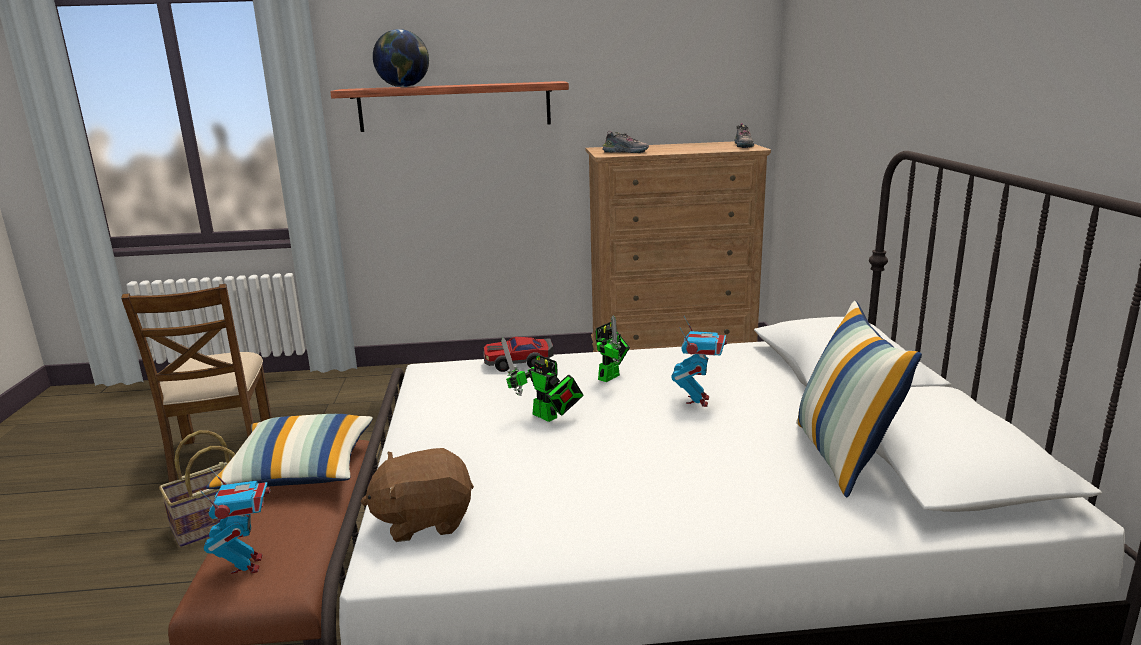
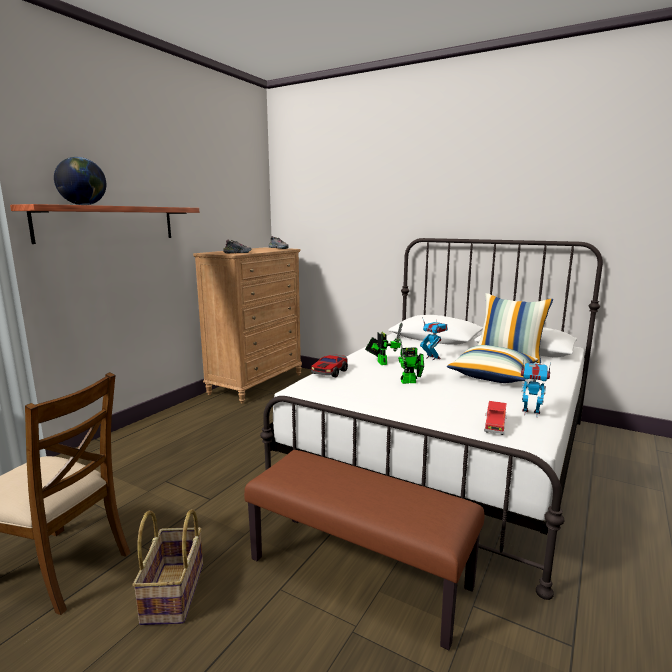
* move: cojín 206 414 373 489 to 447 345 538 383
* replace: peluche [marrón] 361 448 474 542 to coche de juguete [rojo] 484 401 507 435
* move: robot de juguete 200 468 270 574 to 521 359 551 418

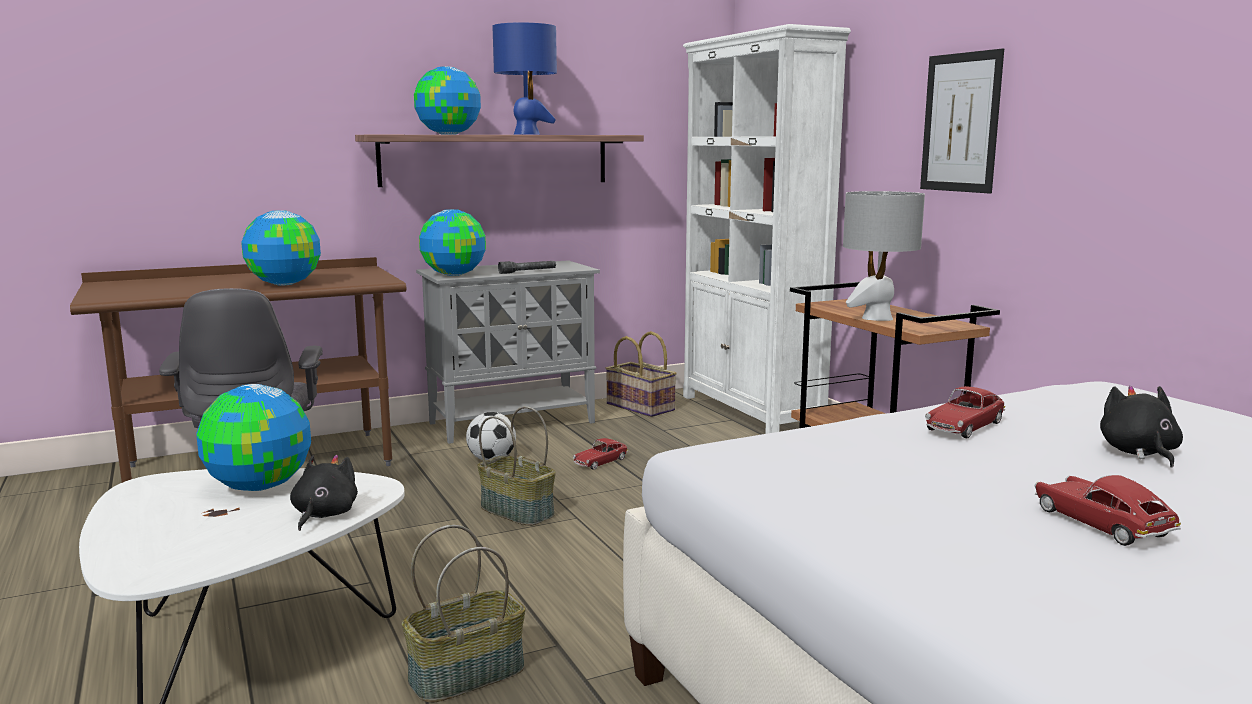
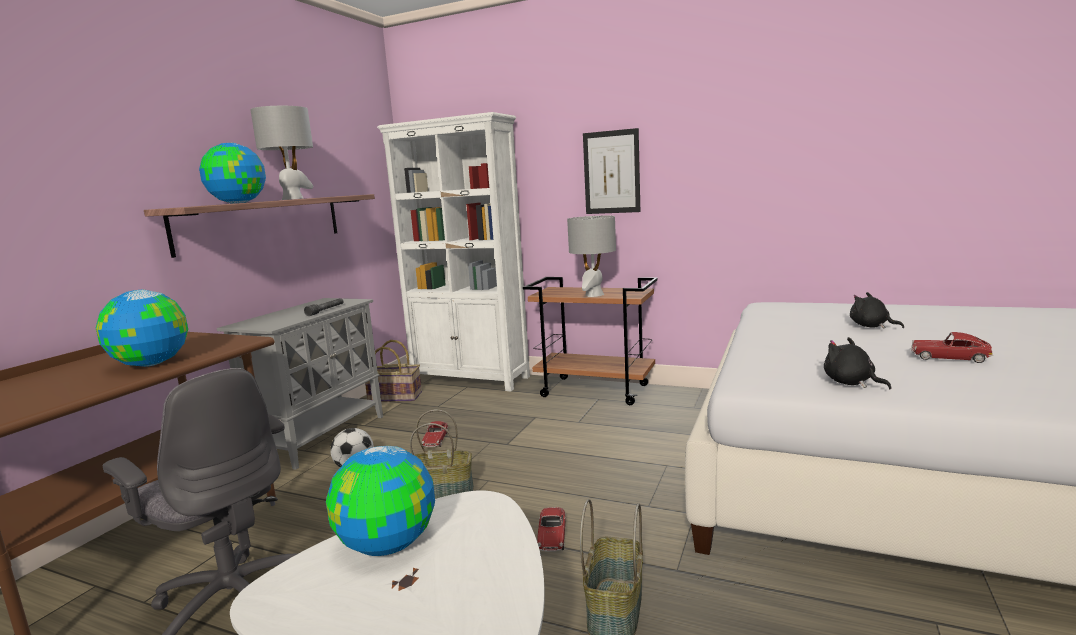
* recolor: lámpara de mesa [azul] 492 23 557 135 to lámpara de mesa [gris] 250 106 313 200
* delete: globo terráqueo 419 209 486 276
* move: coche de juguete 925 386 1005 438 to 537 507 566 552
* move: peluche [negro] 290 455 358 531 to 824 337 892 389

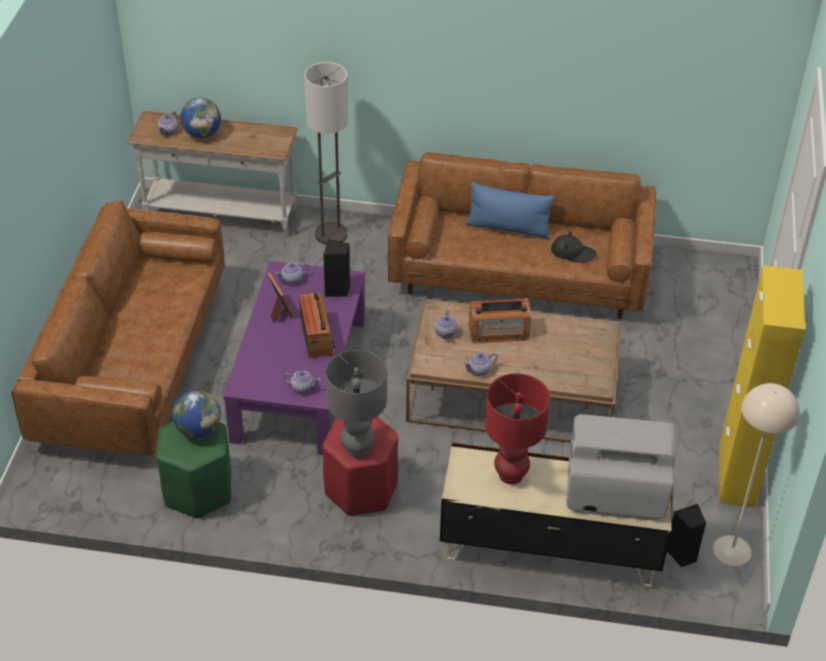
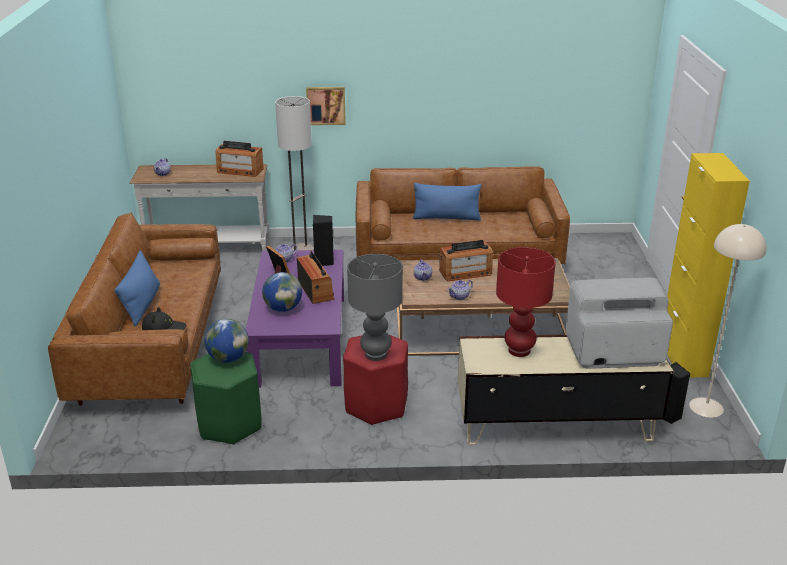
* move: globo terráqueo 180 98 221 138 to 262 272 302 312
* move: sombrero [negro] 551 231 597 263 to 142 307 187 330
* delete: tetera 283 370 321 394
* insert: cuadro 306 87 346 125
* insert: radio 215 141 264 177
* insert: cojín [azul] 114 250 160 326

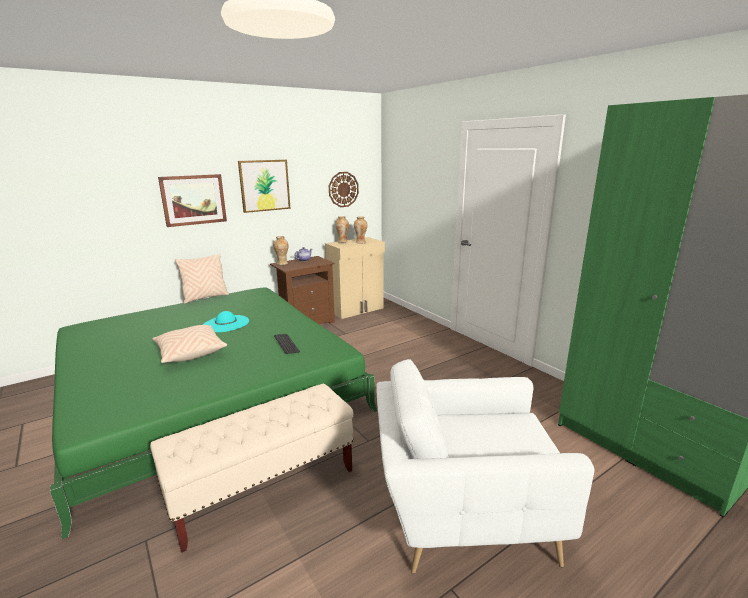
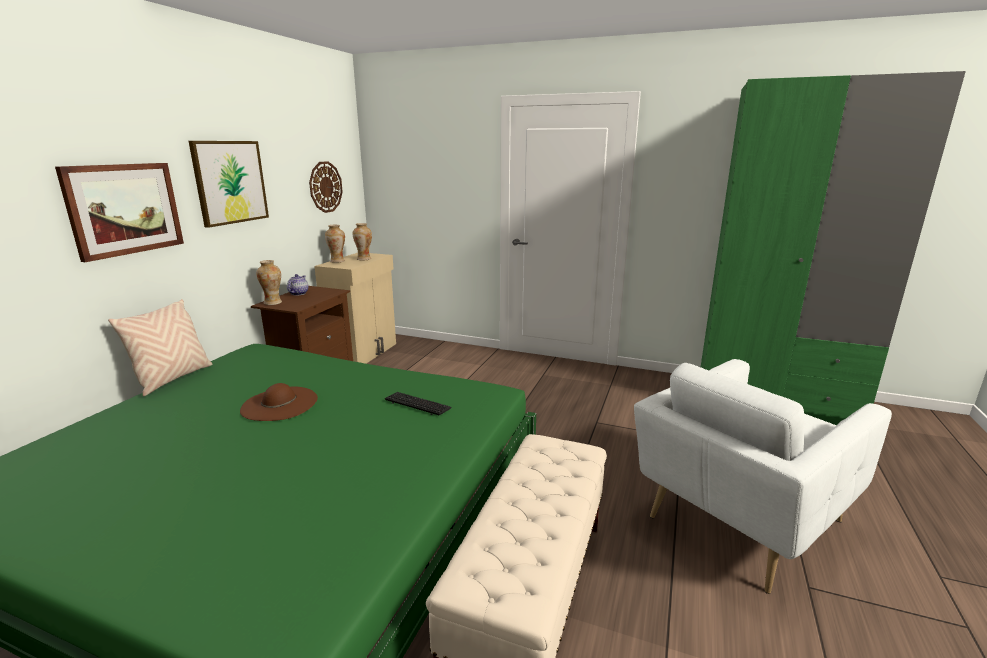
* recolor: sombrero [turquesa] 203 311 249 332 to sombrero [marrón] 240 383 318 421
* delete: cojín [beis] 152 325 227 363

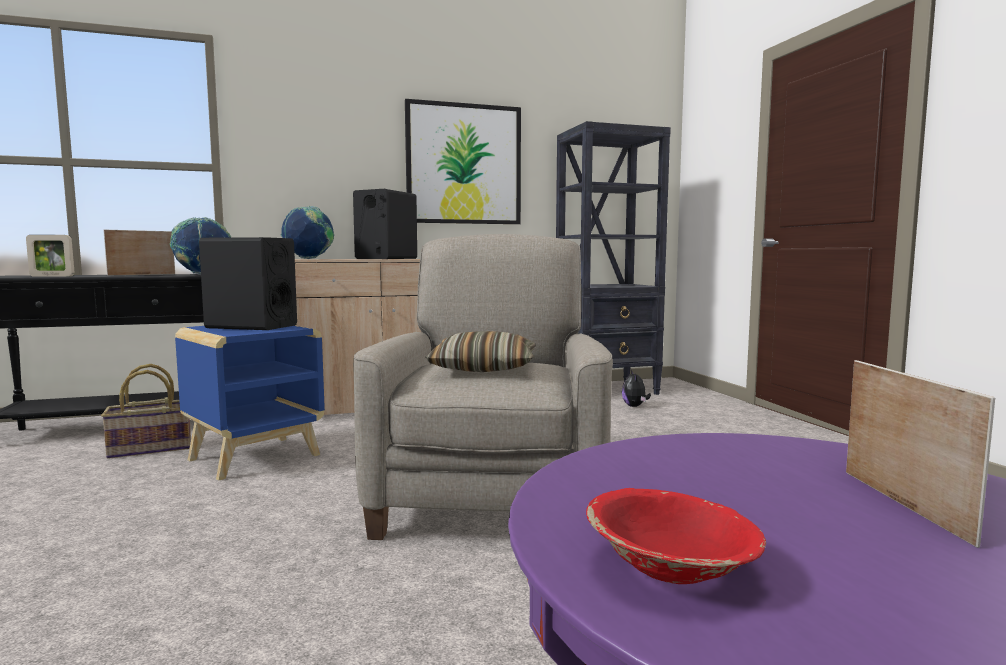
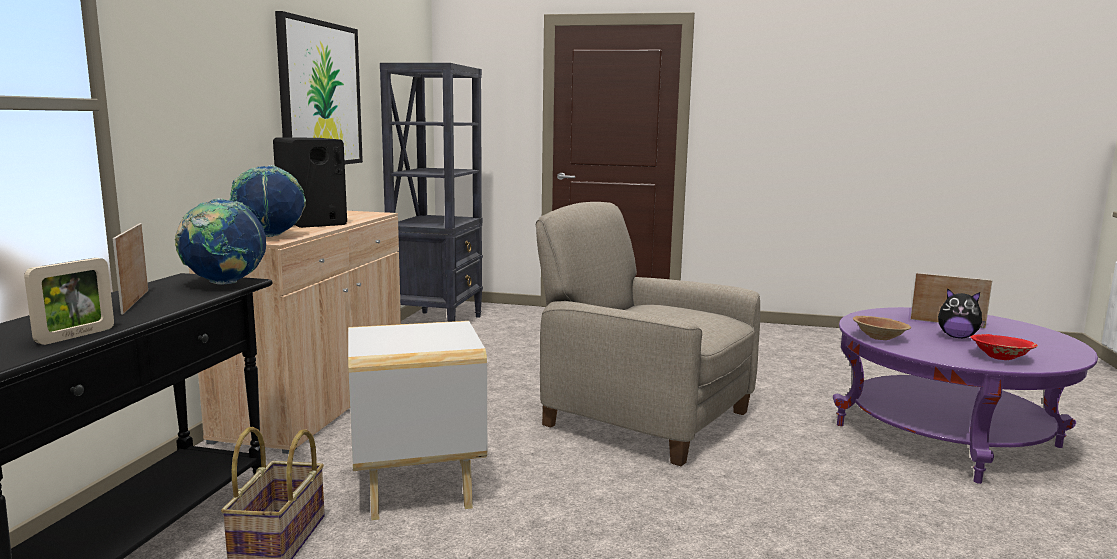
* delete: altavoz [negro] 199 237 297 330
* recolor: mesa auxiliar [azul] 175 326 325 481 to mesa auxiliar [blanco] 348 321 487 520
* delete: cojín 426 331 536 372
* move: peluche 622 370 651 407 to 938 288 986 338
* insert: cuenco [marrón] 853 316 911 340

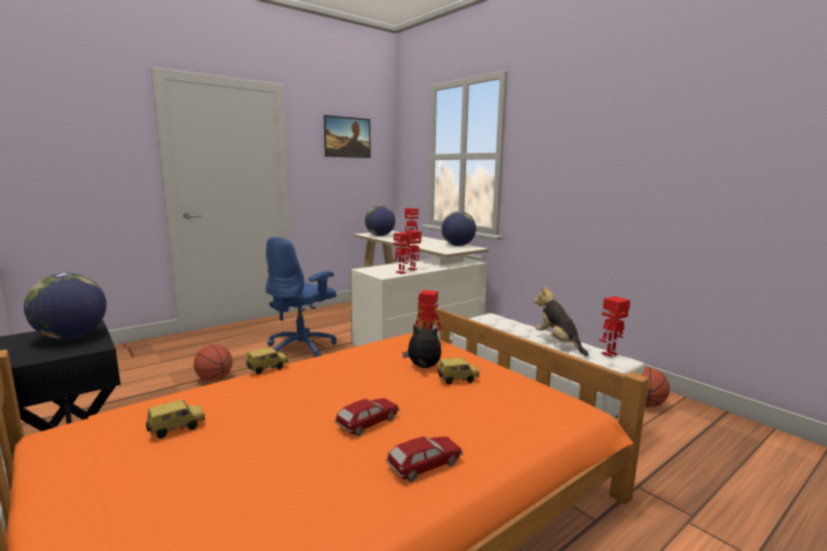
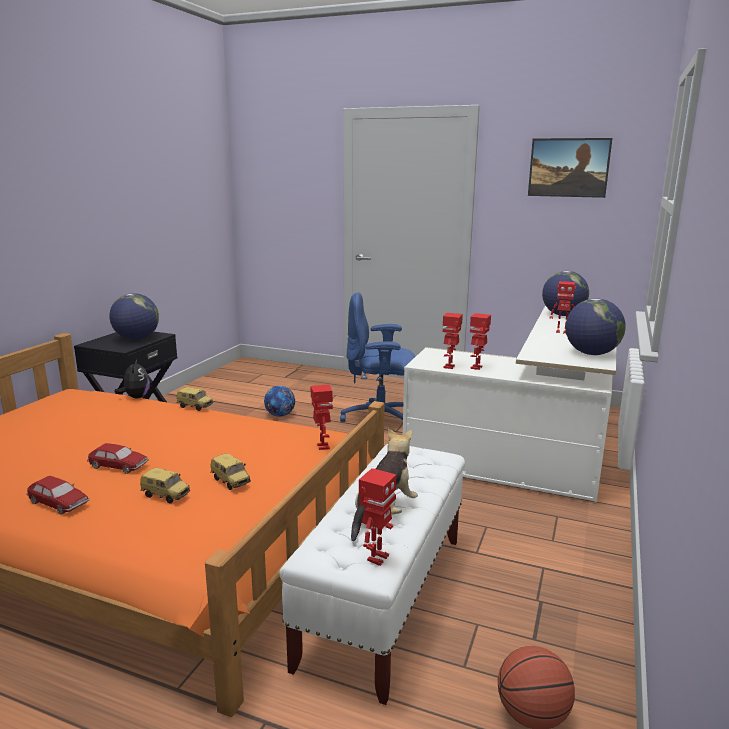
* rotate: robot de juguete 599 296 630 357 = 359 468 396 566 90 degrees clockwise
* move: peluche 402 324 441 368 to 115 359 150 398
* replace: balón de baloncesto 194 345 233 381 to balón de fútbol 264 386 295 417
* move: coche de juguete 146 399 205 439 to 140 468 190 504

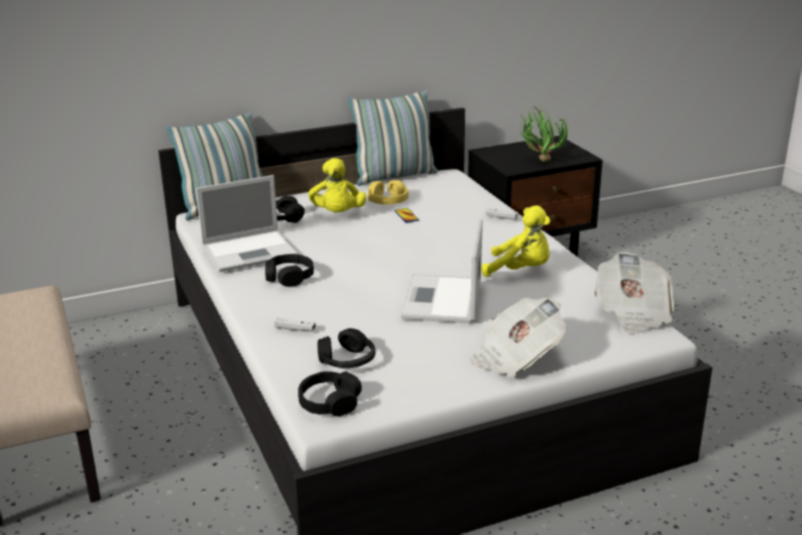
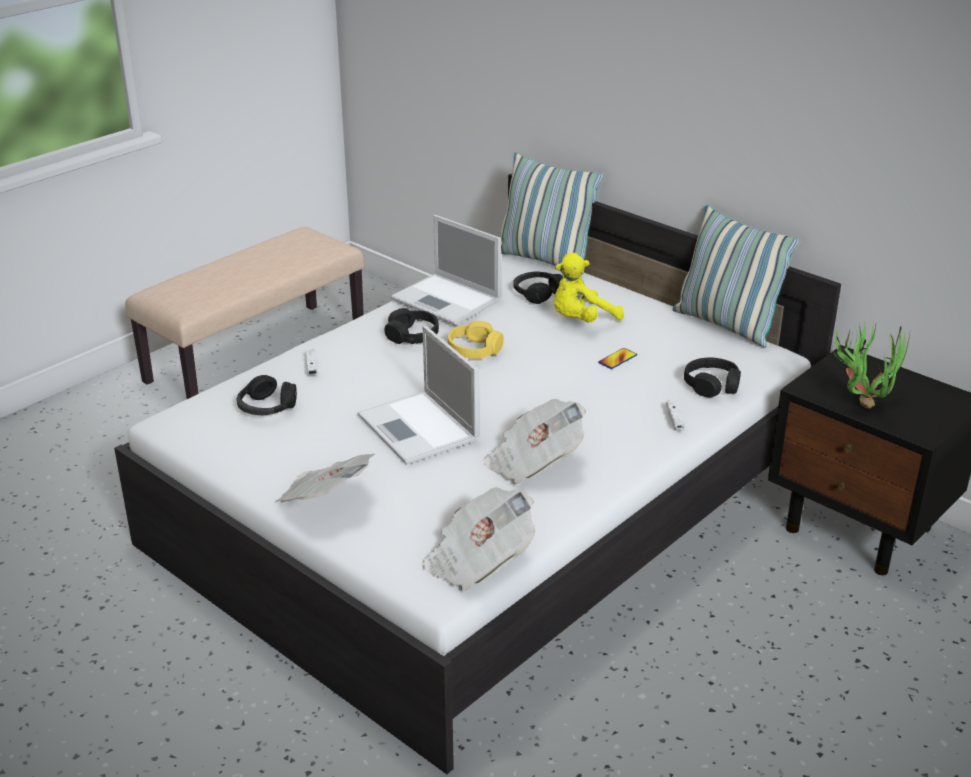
* move: auriculares [amarillo] 368 180 409 205 to 448 321 504 359
* replace: peluche [amarillo] 482 206 551 277 to periódico 483 399 586 484
* rotate: portátil 401 219 483 323 = 358 326 479 464 105 degrees counterclockwise
* move: auriculares [negro] 298 371 362 416 to 684 358 741 397

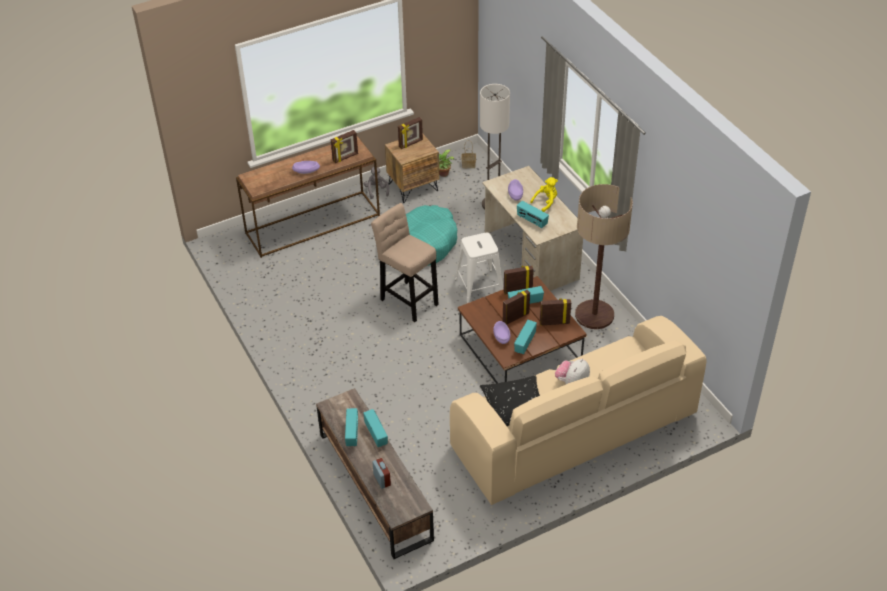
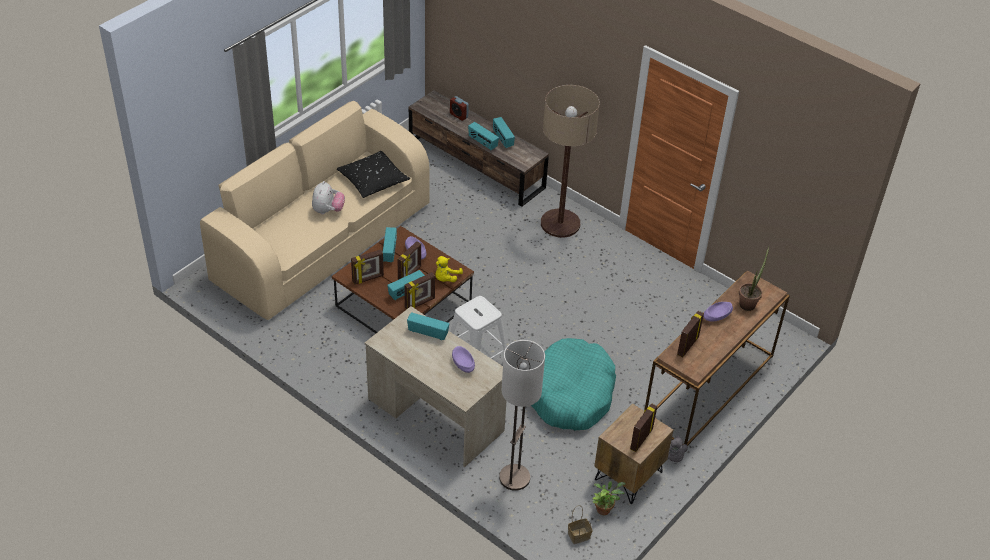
* move: peluche [amarillo] 530 177 558 212 to 435 256 463 282
* move: lámpara de pie 575 184 633 329 to 541 85 600 238
* delete: taburete [beis] 371 203 439 322
* insert: planta en maceta 739 247 769 311

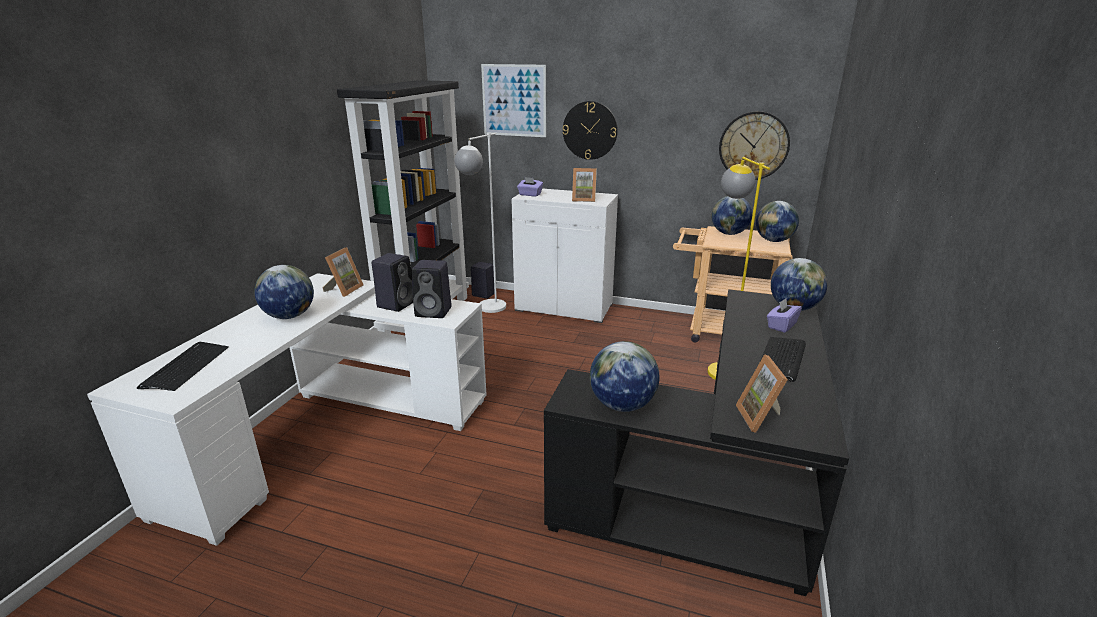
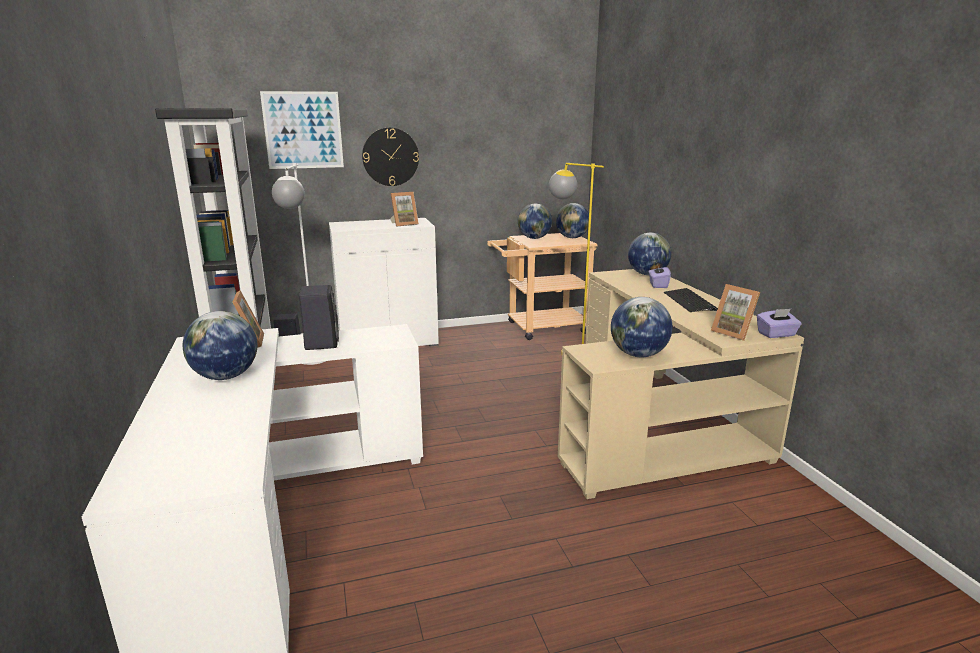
* delete: reloj de pared 719 111 790 180
* move: caja de pañuelos [morado] 517 177 543 197 to 757 309 802 338
* delete: altavoz [negro] 411 260 452 318
* recolor: escritorio [negro] 544 289 849 596 to escritorio [beis] 558 269 804 499
* delete: teclado 137 342 229 391

